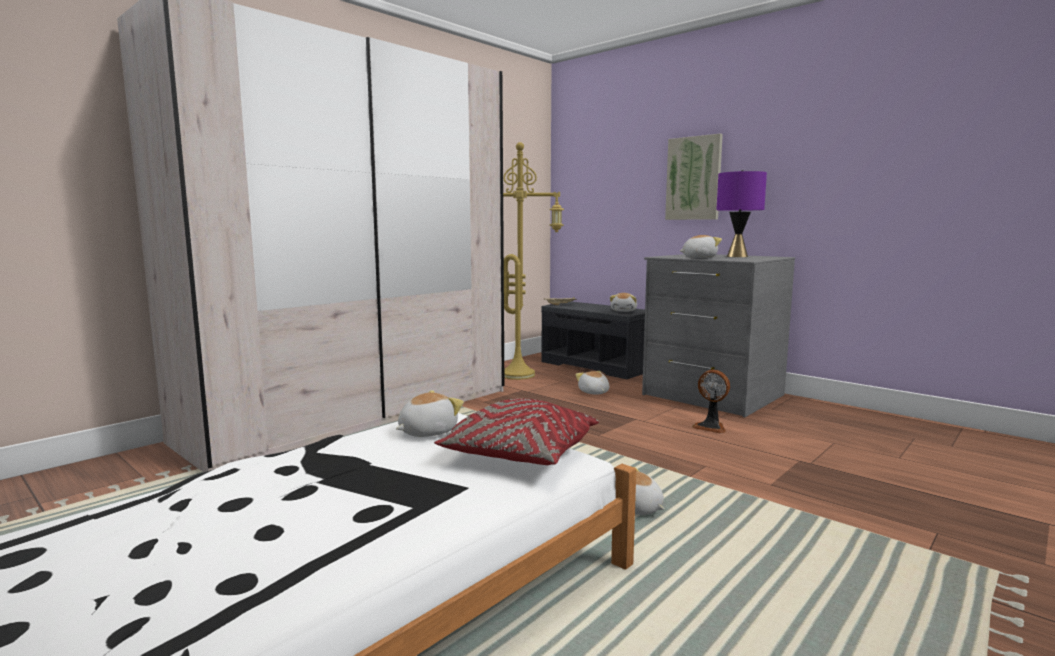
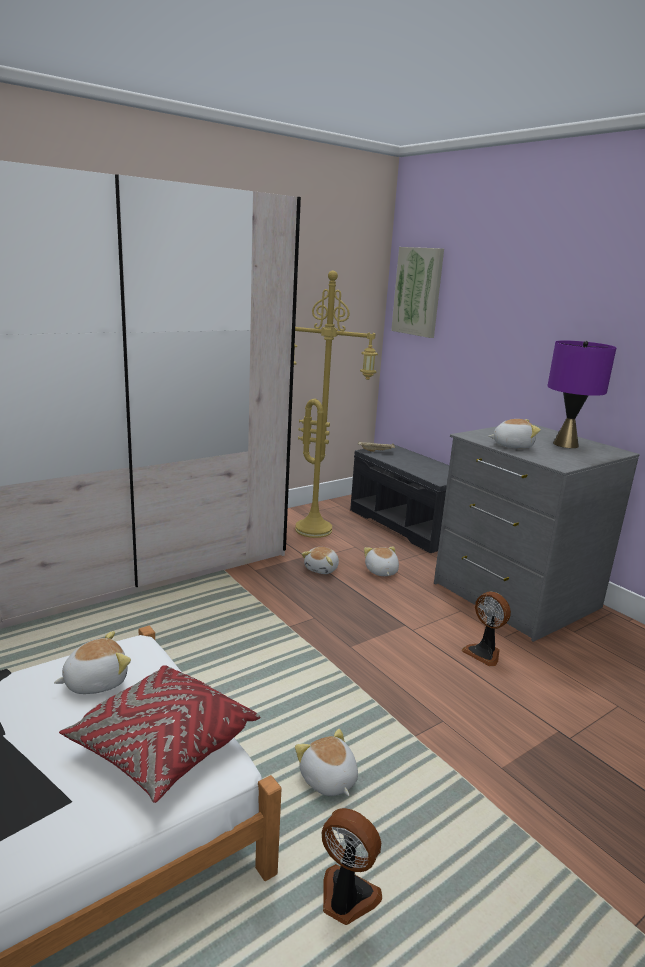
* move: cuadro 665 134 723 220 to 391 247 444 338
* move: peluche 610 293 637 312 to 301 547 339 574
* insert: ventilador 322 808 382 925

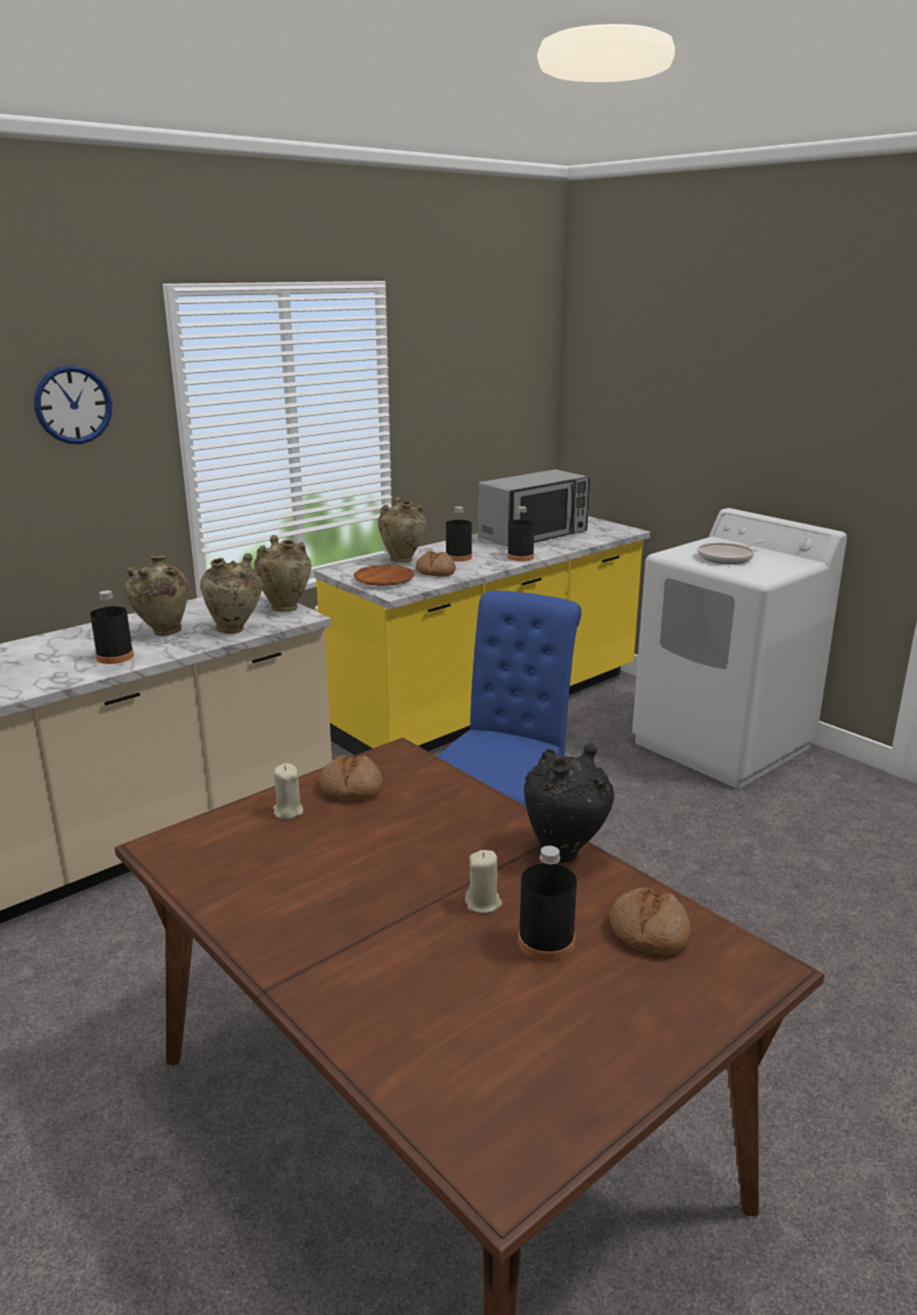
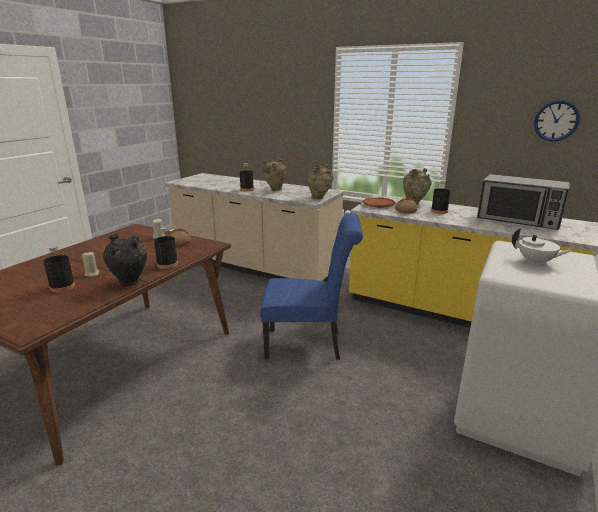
* move: reloj de pared 34 365 112 444 to 534 100 580 141
* move: botella [negro] 507 506 534 561 to 154 227 178 269
* replace: sartén 697 540 765 564 to tetera [blanco] 512 228 572 265
* delete: florero [beis] 200 553 263 634
* delete: pan 609 887 691 955

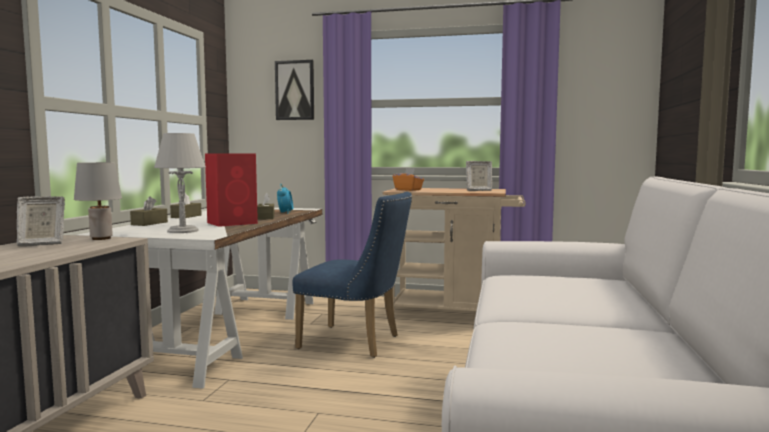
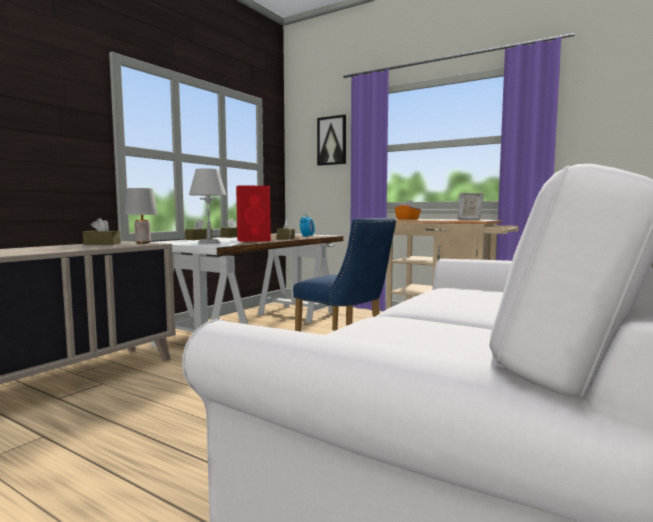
* replace: portarretratos 17 196 65 247 to caja de pañuelos [marrón] 83 218 121 245

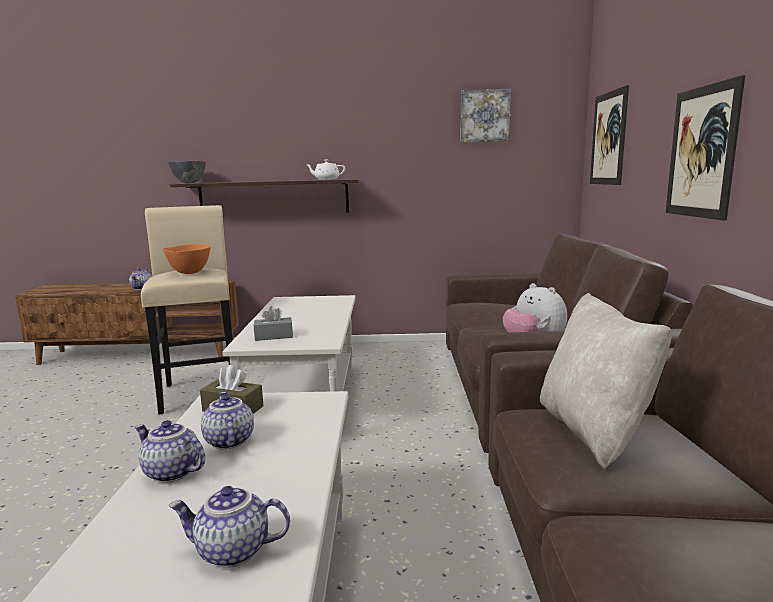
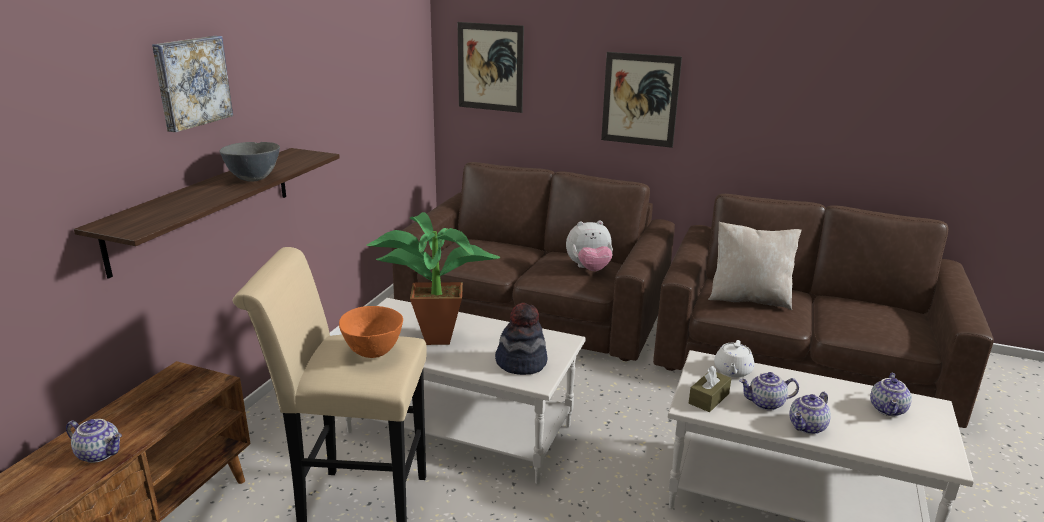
* move: cuadro 460 89 511 142 to 152 36 233 132
* move: tetera [blanco] 305 160 345 180 to 714 340 754 377
* move: cuenco [gris] 168 161 206 183 to 219 142 280 182
* replace: caja de pañuelos [gris] 254 306 293 341 to sombrero 495 303 547 375
* insert: planta en maceta 367 212 500 345

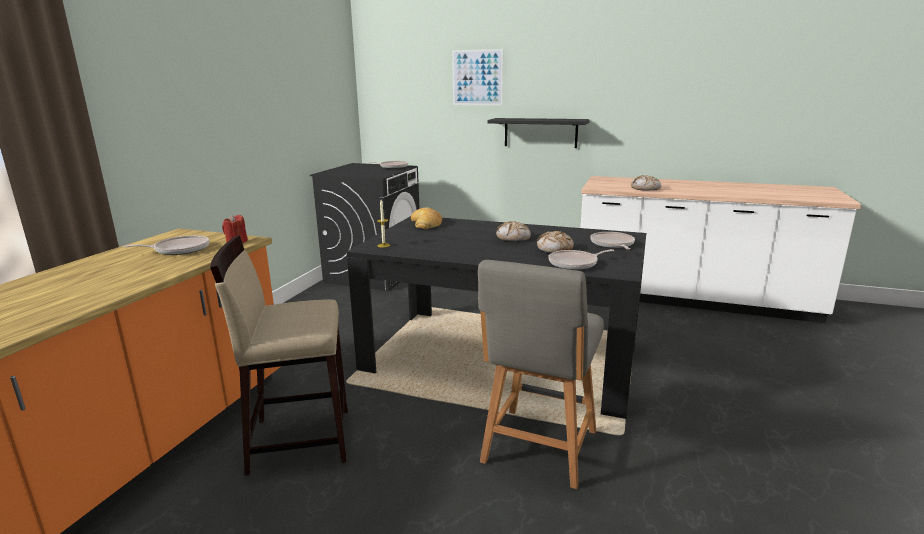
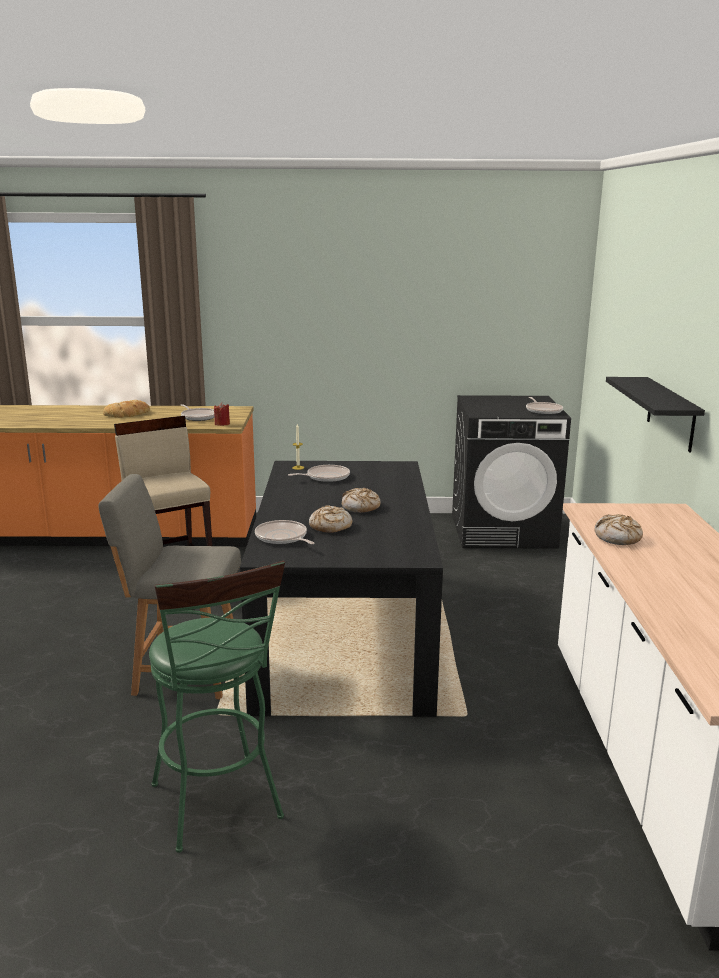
* delete: cuadro 452 49 503 105
* move: pan 411 207 442 229 to 103 400 150 418
* move: sartén 590 232 635 250 to 288 465 350 482
* insert: taburete [verde] 149 561 285 853

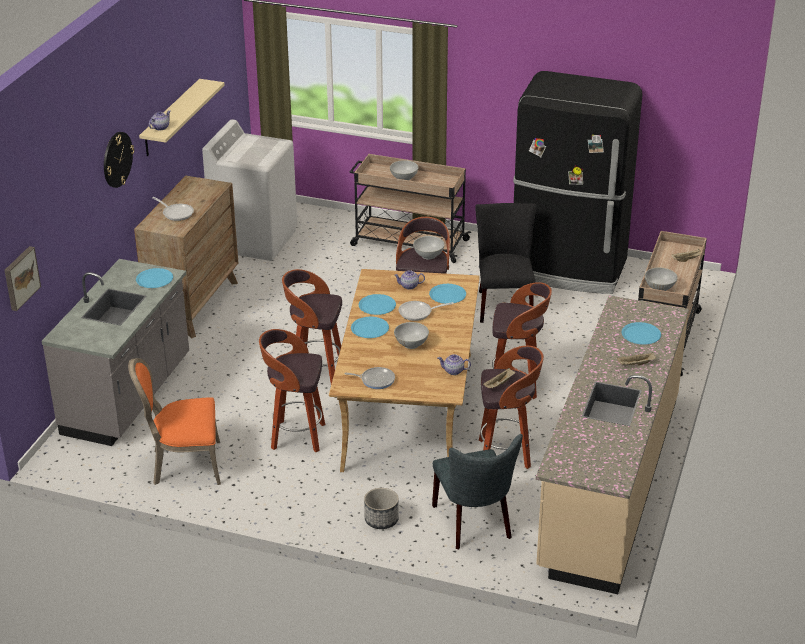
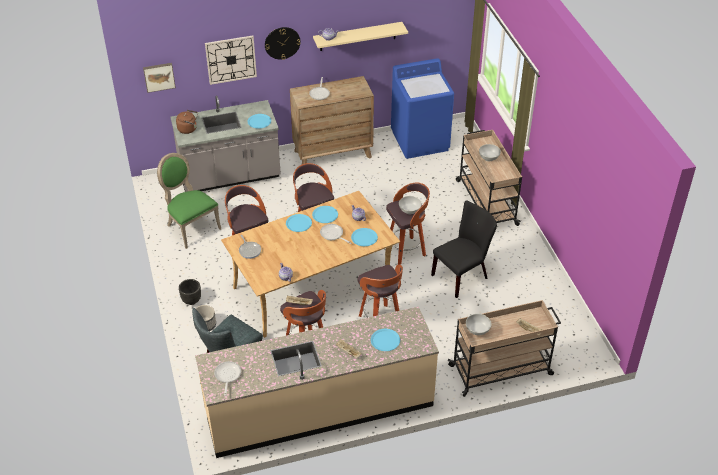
* delete: nevera [negro] 513 71 643 294
* recolor: lavadora [blanco] 202 119 297 261 to lavadora [azul] 391 58 454 159
* delete: cuenco [blanco] 394 322 429 349
* recolor: silla [naranja] 128 358 221 485 to silla [verde] 157 153 221 249
* insert: reloj de pared 205 35 257 85
* insert: hervidor [marrón] 176 110 198 134
* insert: maceta [negro] 179 279 201 305
* insert: sartén 214 361 241 396

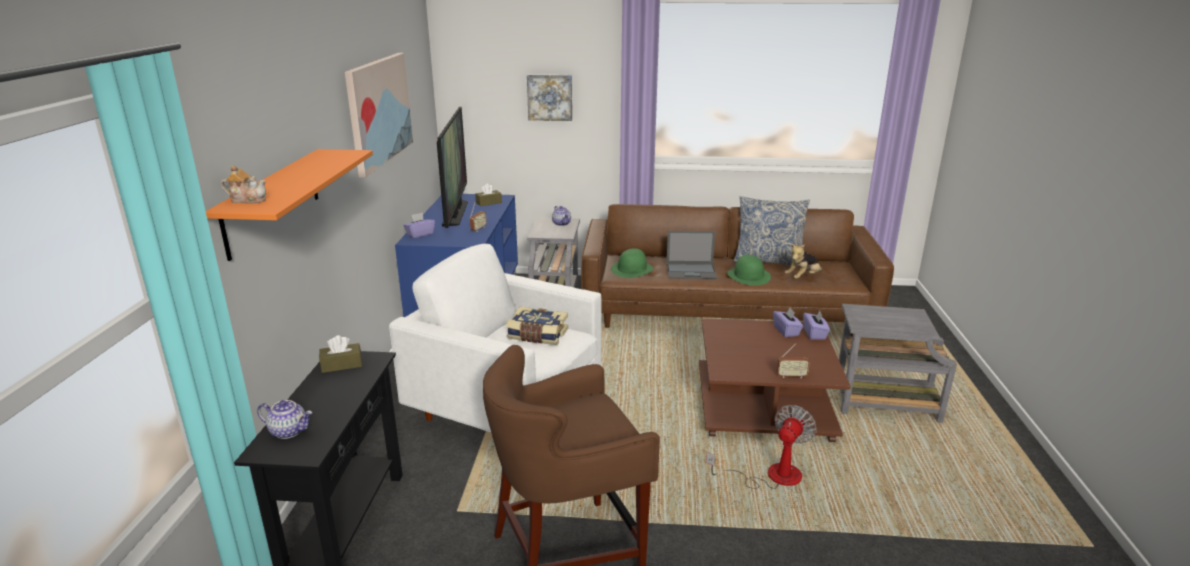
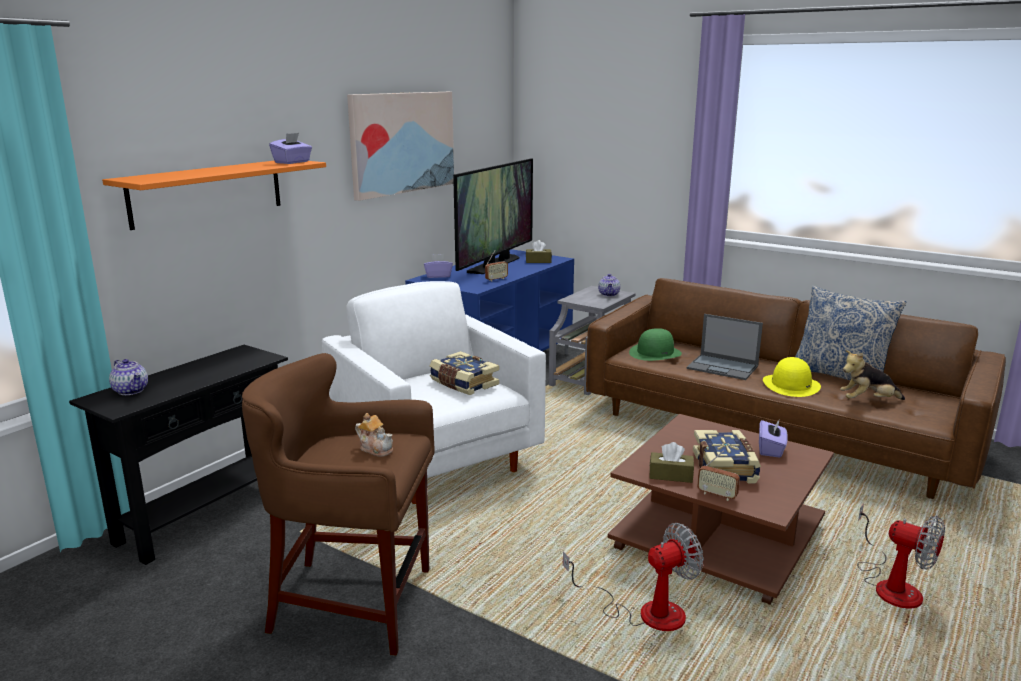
* delete: cuadro 527 74 572 121
* move: tetera 221 165 266 204 to 355 413 393 457
* recolor: sombrero [verde] 727 255 771 286 to sombrero [amarillo] 763 357 821 397
* replace: mesa auxiliar [gris] 839 304 957 423 to ventilador 857 503 945 609
* move: caja de pañuelos [morado] 803 310 830 340 to 269 133 312 164
* move: caja de pañuelos [marrón] 319 335 362 373 to 649 442 694 483
* insert: libro 693 430 761 483

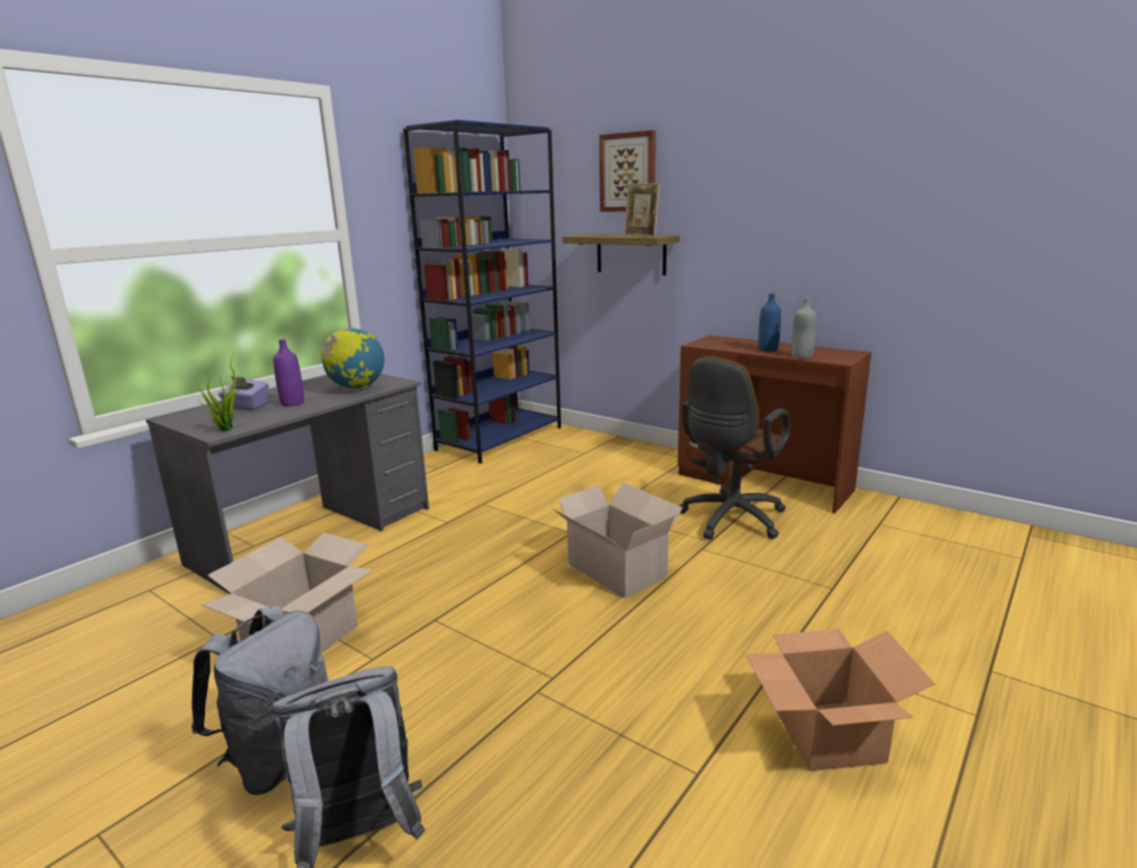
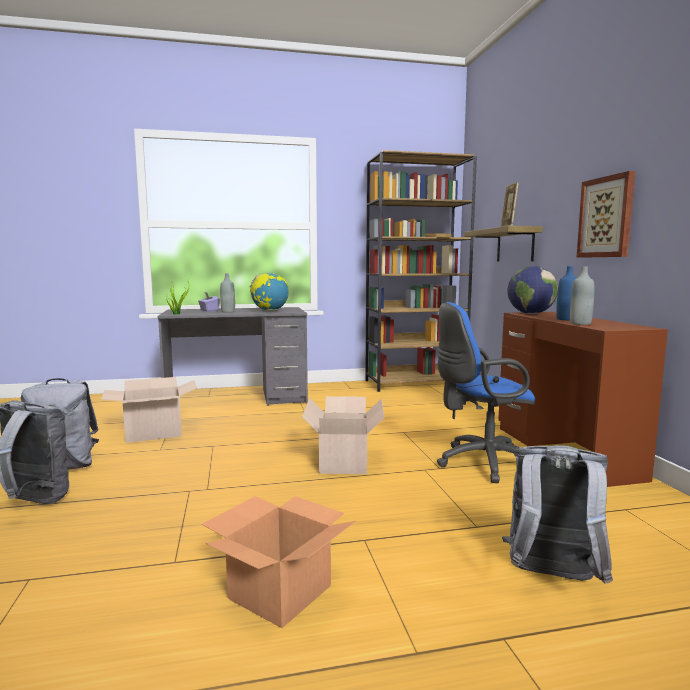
* recolor: estantería [azul] 403 120 561 464 to estantería [marrón] 365 150 477 392
* move: cuadro 599 130 656 212 to 577 171 635 258
* recolor: botella [morado] 273 339 304 406 to botella [gris] 220 273 235 313
* recolor: silla de oficina [marrón] 679 356 791 540 to silla de oficina [azul] 437 302 535 483
* insert: globo terráqueo 507 266 558 314
* insert: mochila [gris] 502 445 613 583

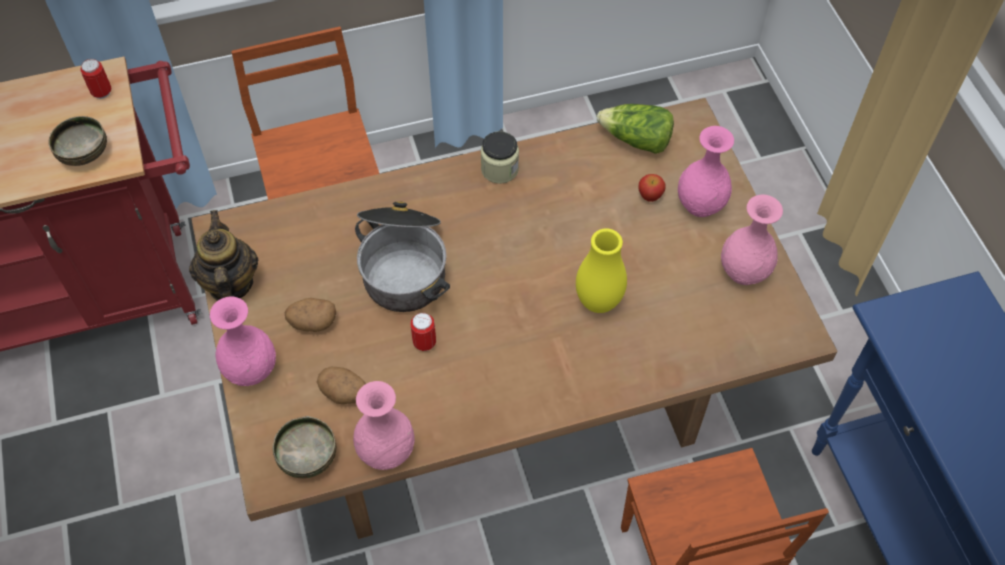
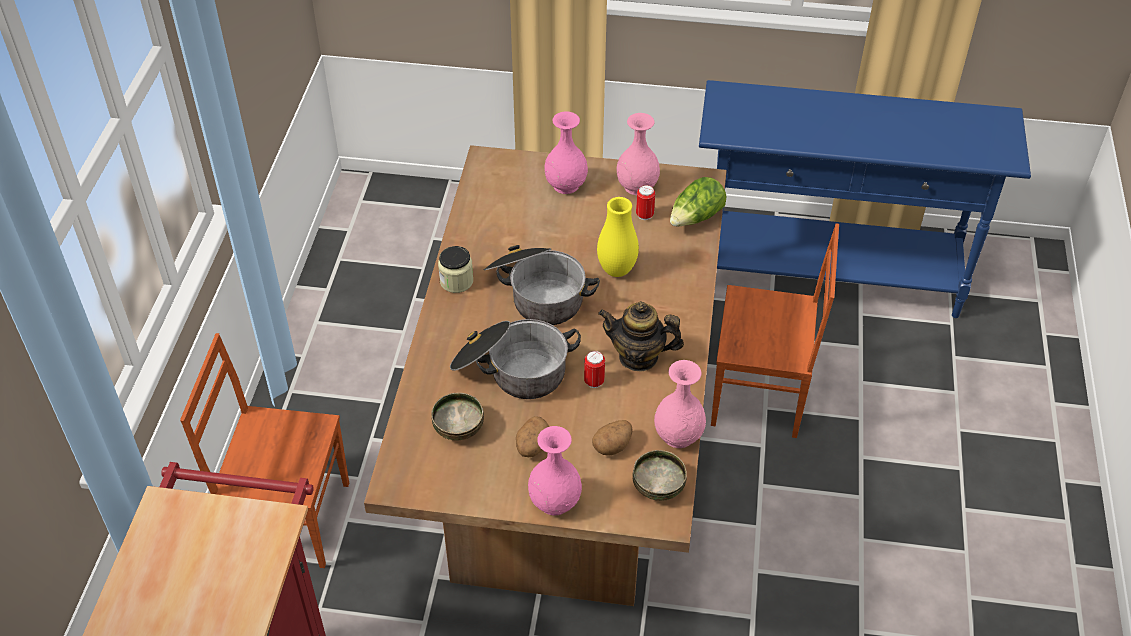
* move: lata 80 59 111 99 to 636 185 655 220
* move: lechuga 597 104 674 154 to 670 177 727 226
* move: cuenco 48 116 107 166 to 431 393 484 440
* delete: manzana 639 174 666 202
* move: tetera 189 210 258 301 to 598 301 684 372
* insert: olla 483 245 600 325

